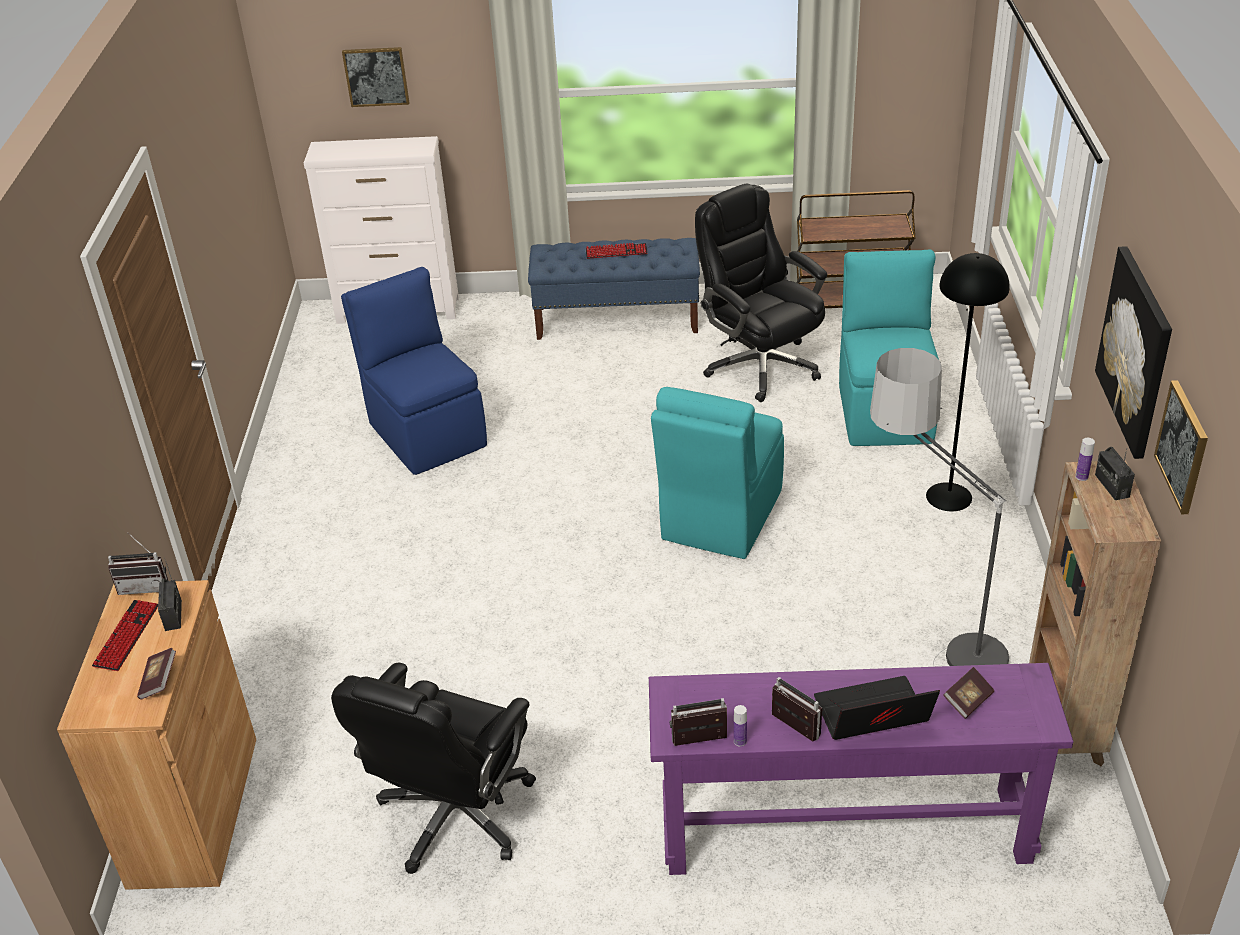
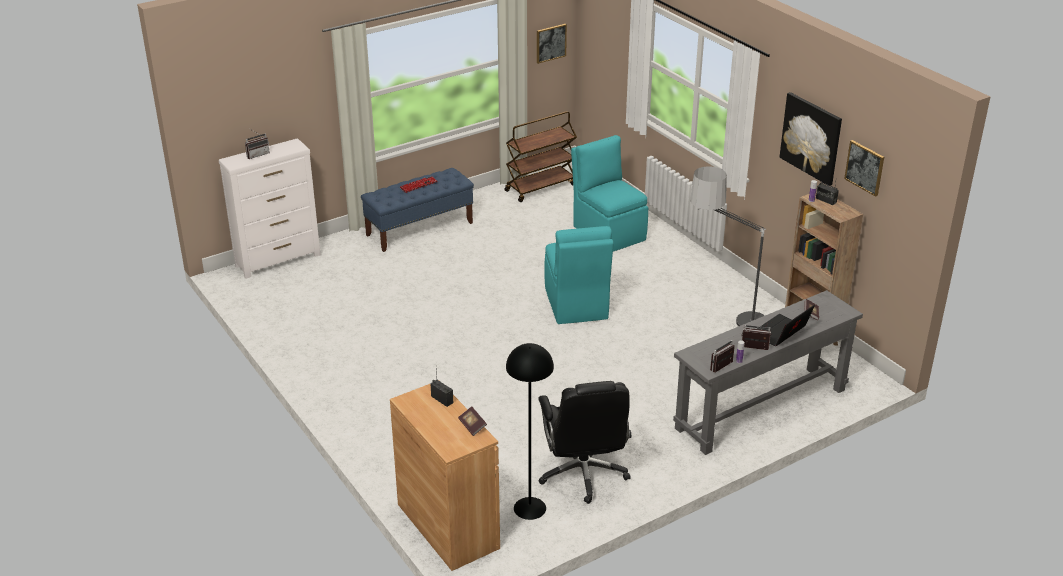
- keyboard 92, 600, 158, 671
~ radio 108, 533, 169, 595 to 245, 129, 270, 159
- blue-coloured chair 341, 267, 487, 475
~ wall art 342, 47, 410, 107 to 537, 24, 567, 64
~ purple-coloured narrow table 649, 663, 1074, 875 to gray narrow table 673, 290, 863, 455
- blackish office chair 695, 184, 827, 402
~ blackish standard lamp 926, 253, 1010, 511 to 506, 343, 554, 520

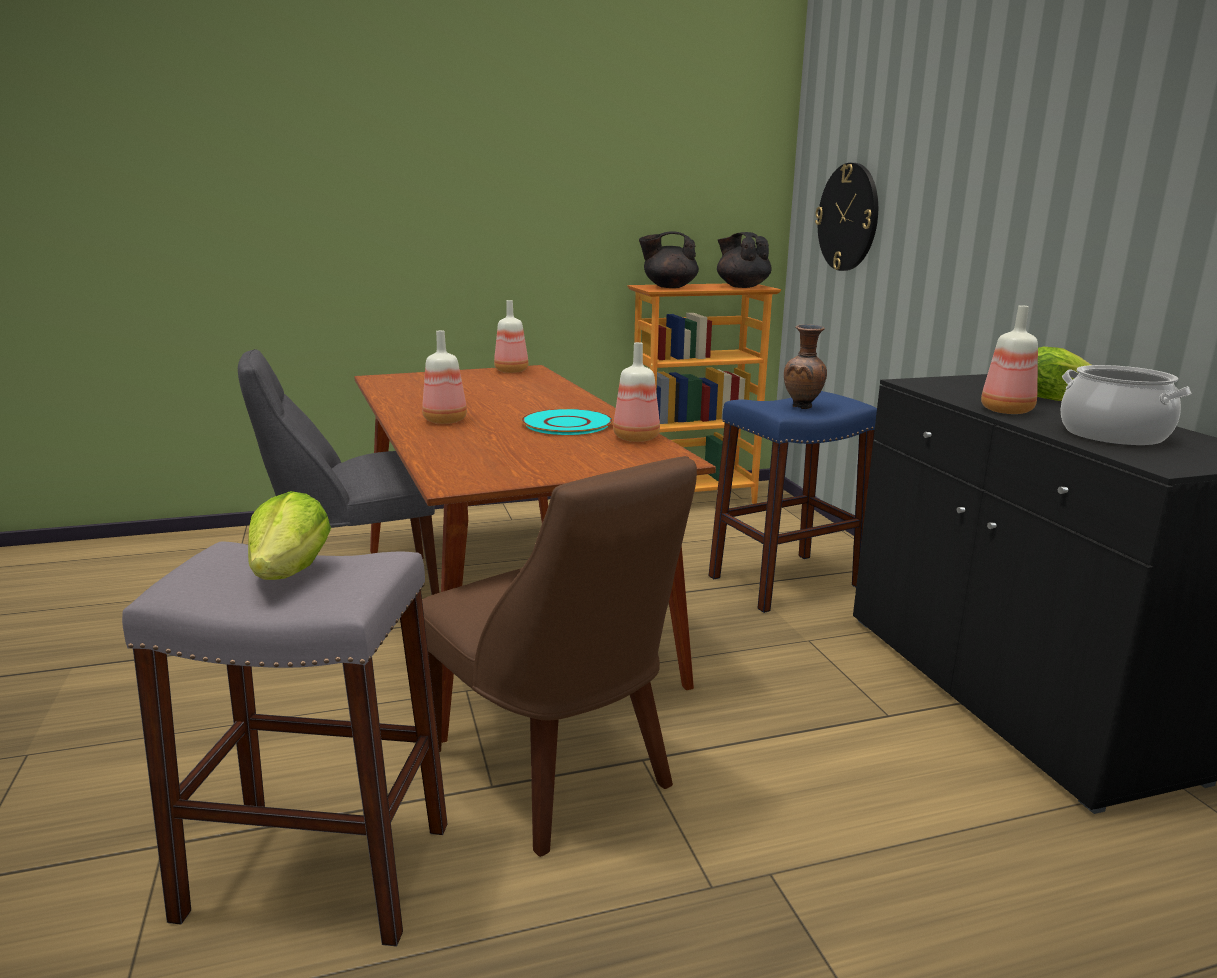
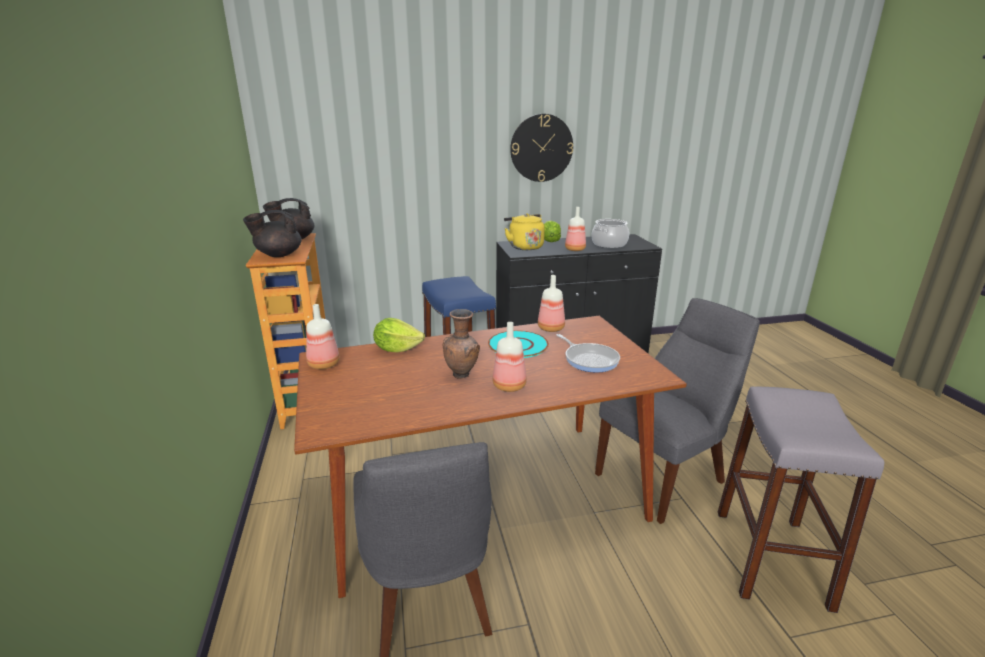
~ lettuce head 248, 491, 331, 580 to 373, 318, 425, 353
~ brownish chair 422, 456, 697, 857 to gray chair 595, 298, 760, 524
~ blackish teapot 639, 232, 699, 288 = 243, 210, 302, 257 60 degrees clockwise
~ brownish vase 784, 324, 827, 409 to 443, 309, 480, 379
~ hanging clock 815, 163, 878, 271 to 510, 114, 573, 182
+ yellow tea kettle 504, 213, 545, 250
+ pan 556, 334, 620, 373

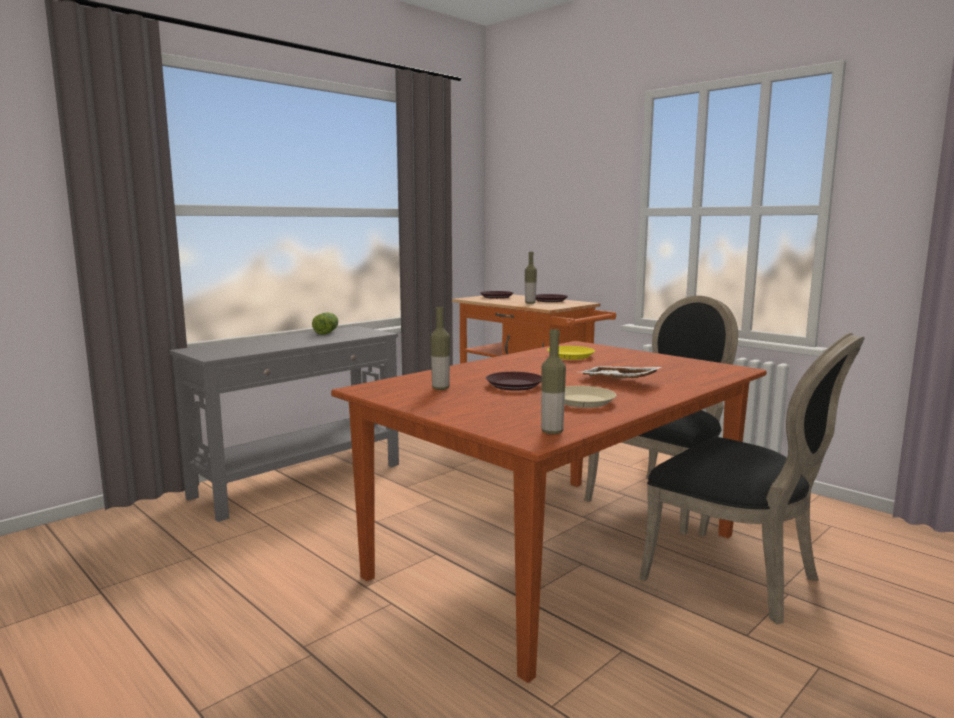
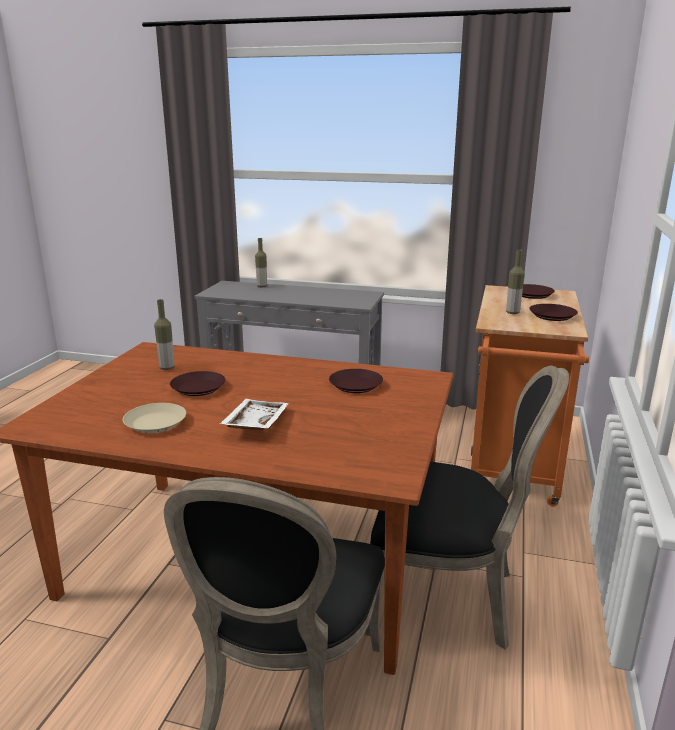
- lettuce head 312, 313, 338, 335
~ drink bottle 541, 329, 566, 434 to 255, 238, 267, 287
~ yellow flat dish 547, 346, 595, 360 to brownish flat dish 329, 369, 383, 393

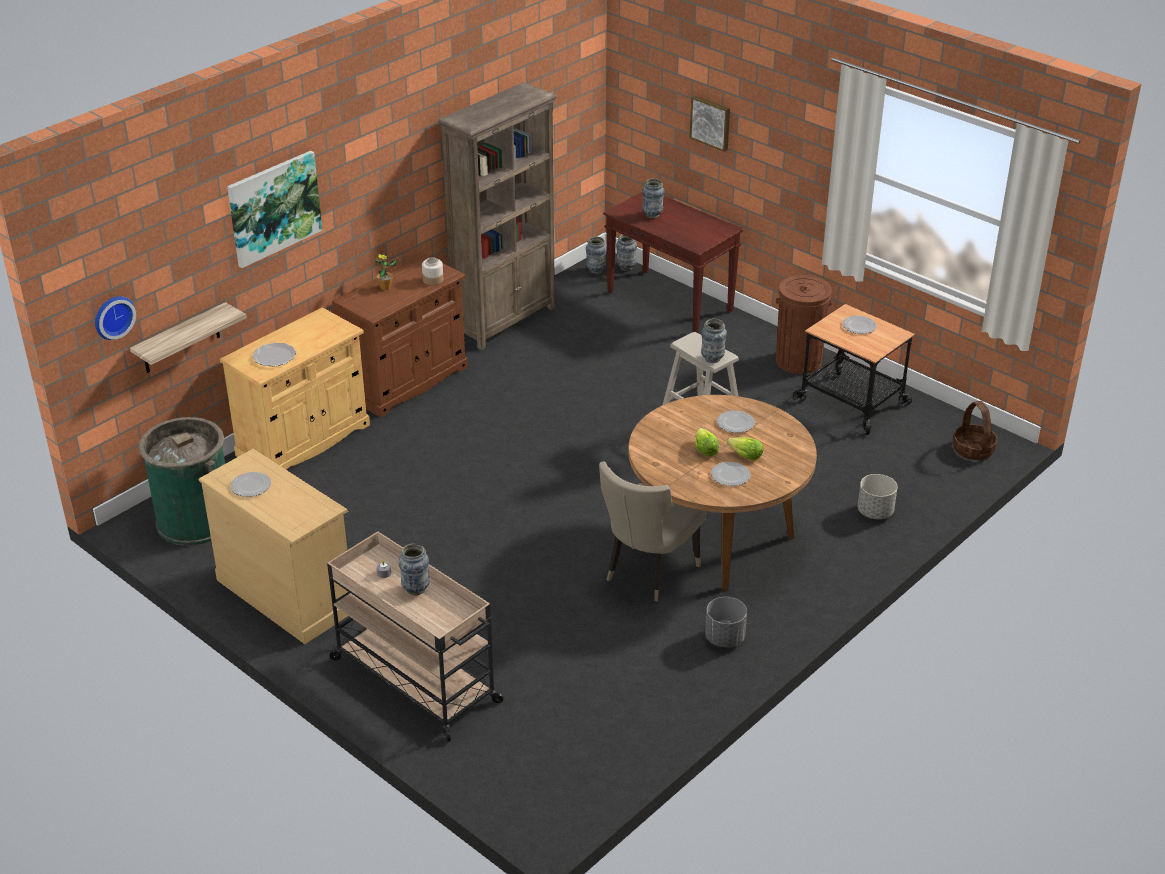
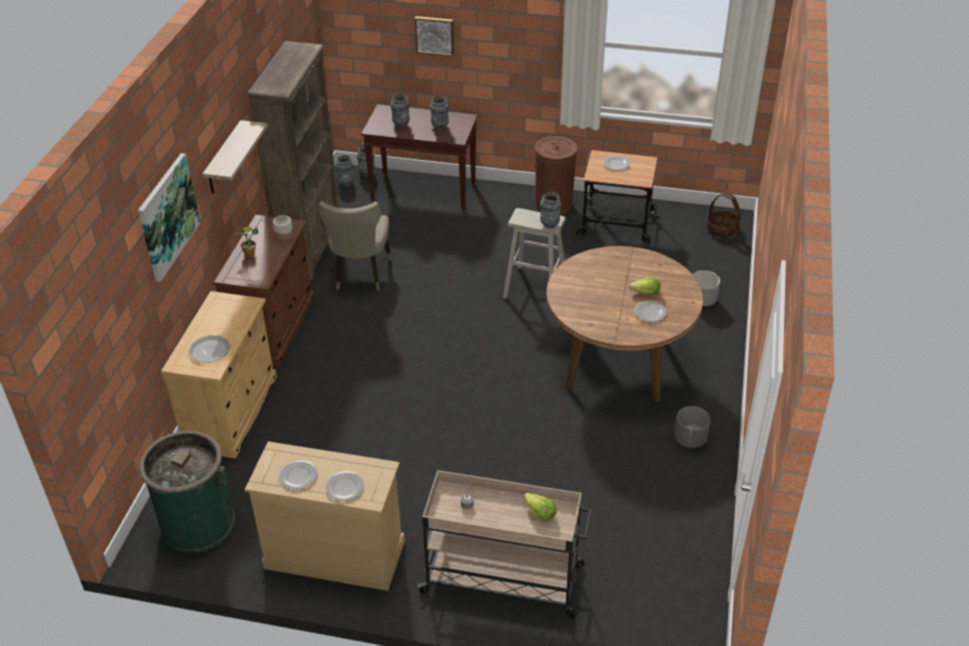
- hanging clock 95, 296, 136, 340
~ wall shelf 130, 302, 247, 373 to 202, 120, 268, 194
~ vase 398, 543, 430, 595 to 430, 96, 449, 130
~ beige-coloured chair 599, 461, 706, 601 to 319, 201, 392, 291
~ lettuce head 695, 428, 719, 456 to 524, 493, 556, 521
~ flat dish 717, 410, 755, 433 to 325, 471, 364, 501

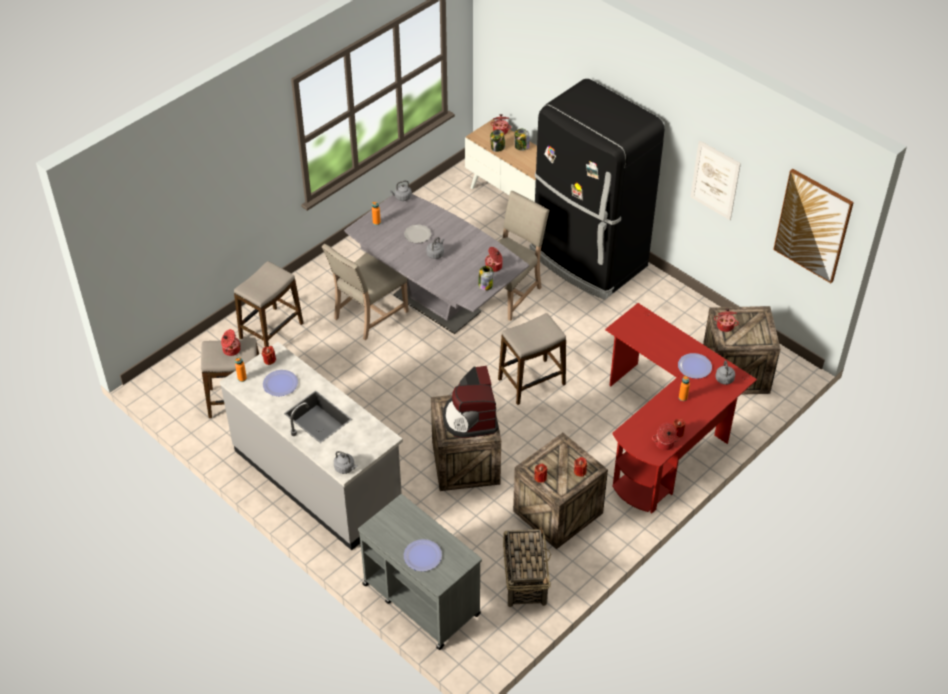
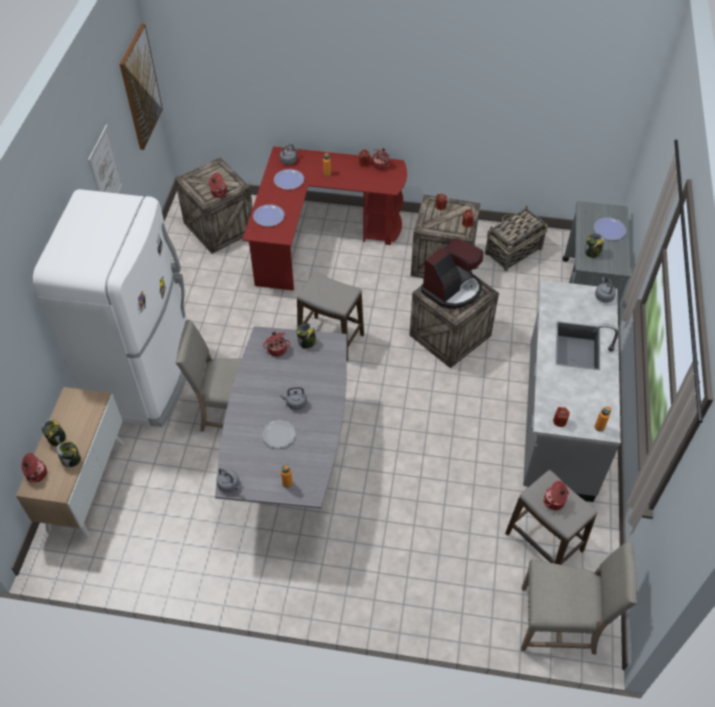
- stool 234, 261, 303, 347
~ flat dish 263, 370, 298, 396 to 253, 204, 285, 227
~ beige-coloured chair 322, 244, 409, 340 to 521, 541, 637, 655
~ blackish kitchen fridge 529, 79, 665, 300 to white-coloured kitchen fridge 33, 189, 187, 427
+ storage jar 585, 234, 604, 258

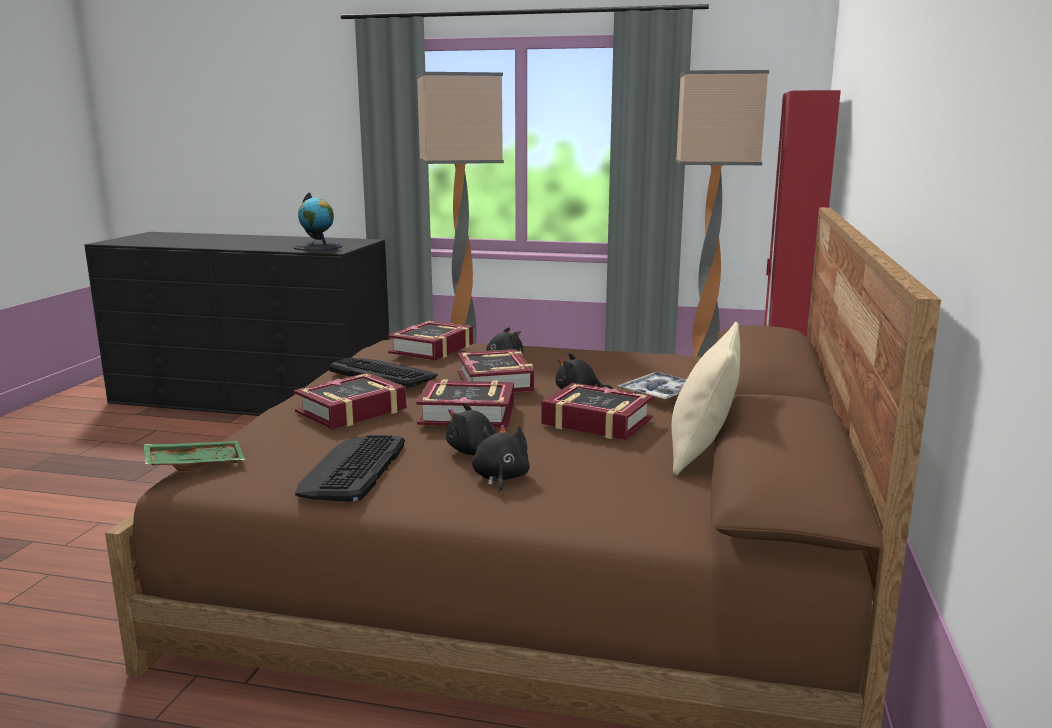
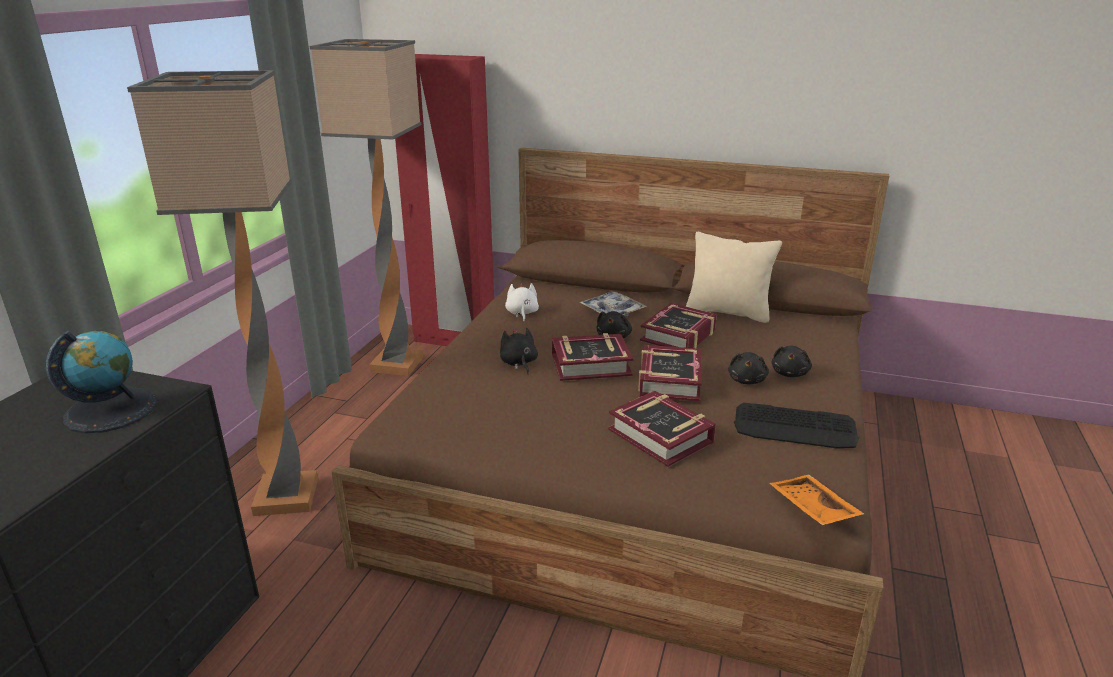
~ green-coloured tray 144, 441, 245, 471 to orange-coloured tray 769, 475, 864, 525
- keyboard 329, 357, 438, 388
- book 387, 321, 473, 360
~ blackish plush toy 472, 424, 530, 493 = 772, 346, 812, 377 75 degrees counterclockwise
+ white-coloured plush toy 505, 282, 539, 322

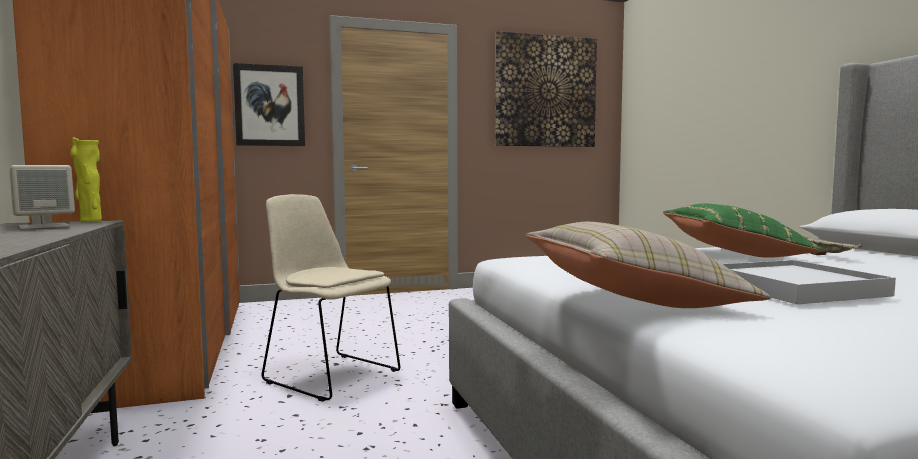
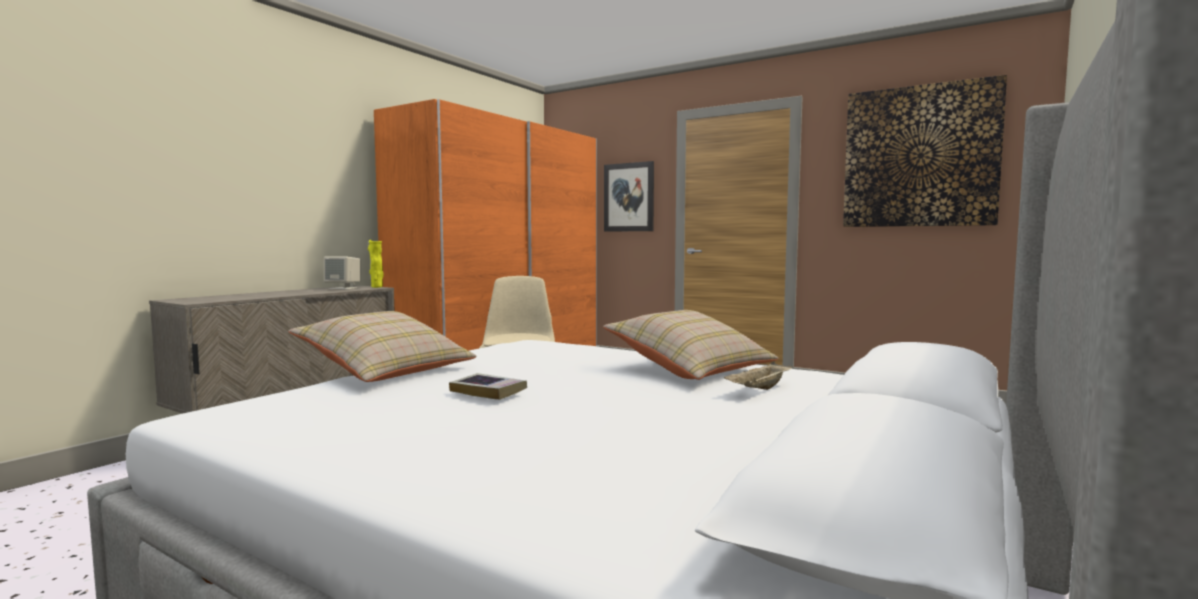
~ green-coloured cushion 663, 203, 824, 258 to beige-coloured cushion 603, 310, 778, 380
~ white-coloured tray 723, 260, 896, 304 to book 449, 373, 527, 400

